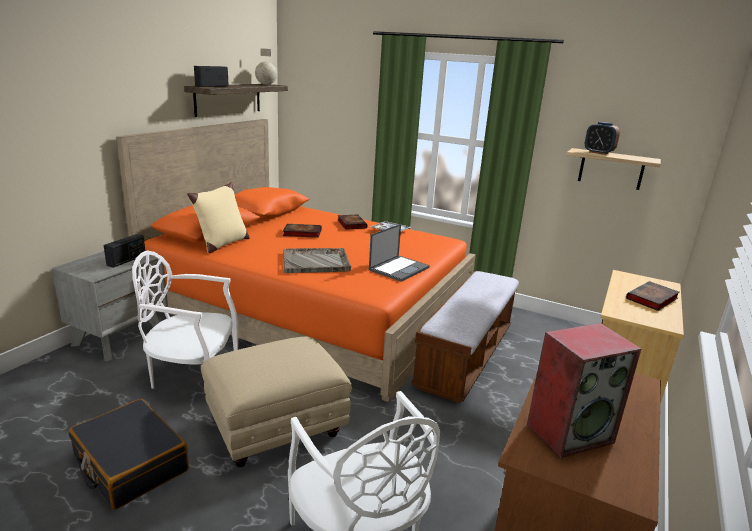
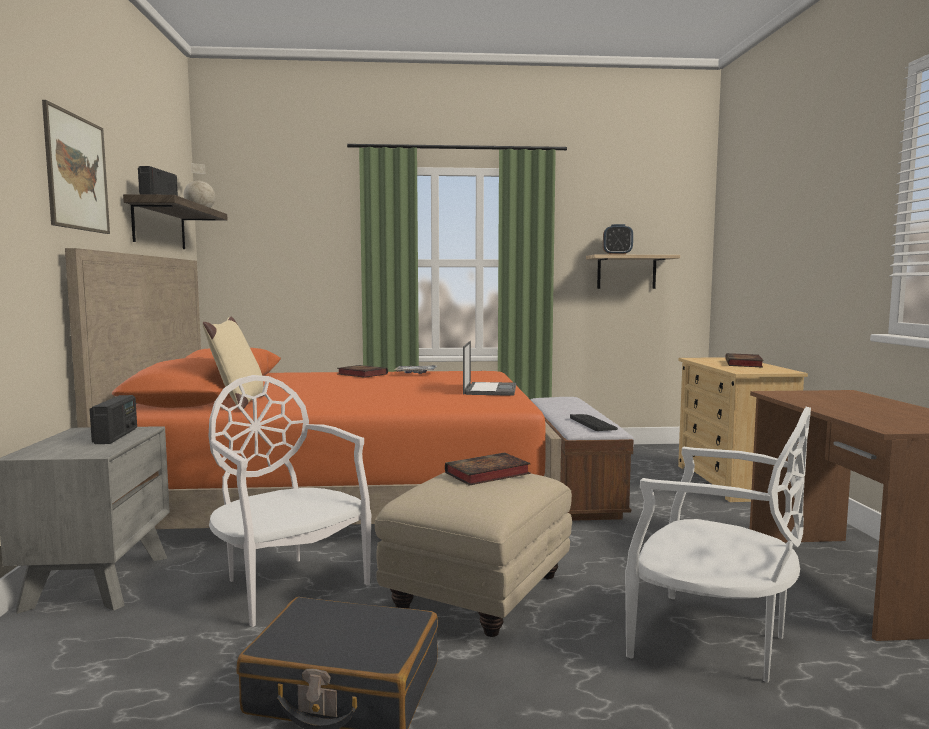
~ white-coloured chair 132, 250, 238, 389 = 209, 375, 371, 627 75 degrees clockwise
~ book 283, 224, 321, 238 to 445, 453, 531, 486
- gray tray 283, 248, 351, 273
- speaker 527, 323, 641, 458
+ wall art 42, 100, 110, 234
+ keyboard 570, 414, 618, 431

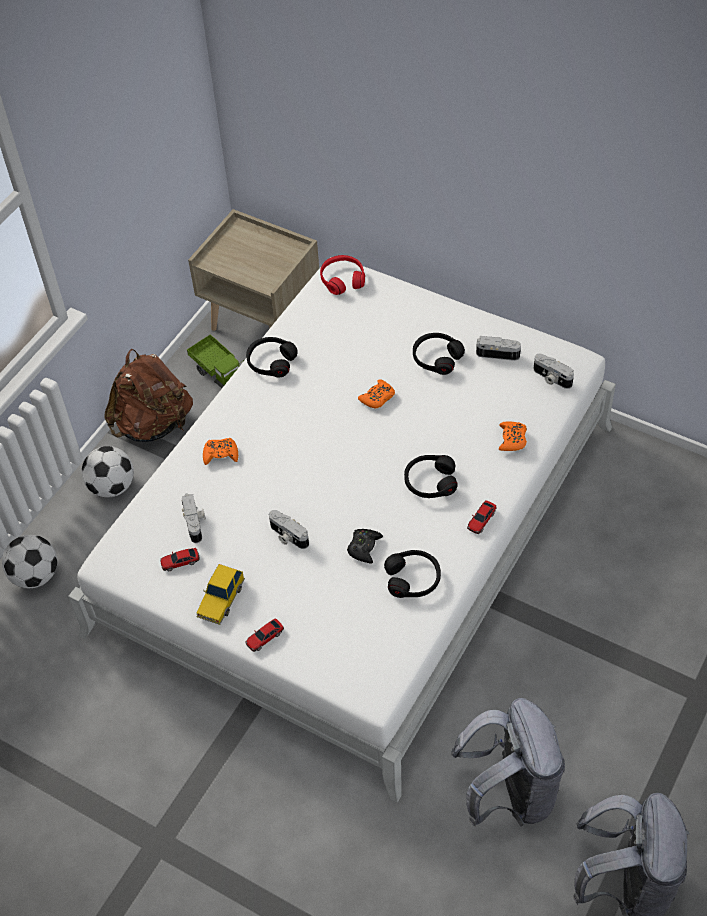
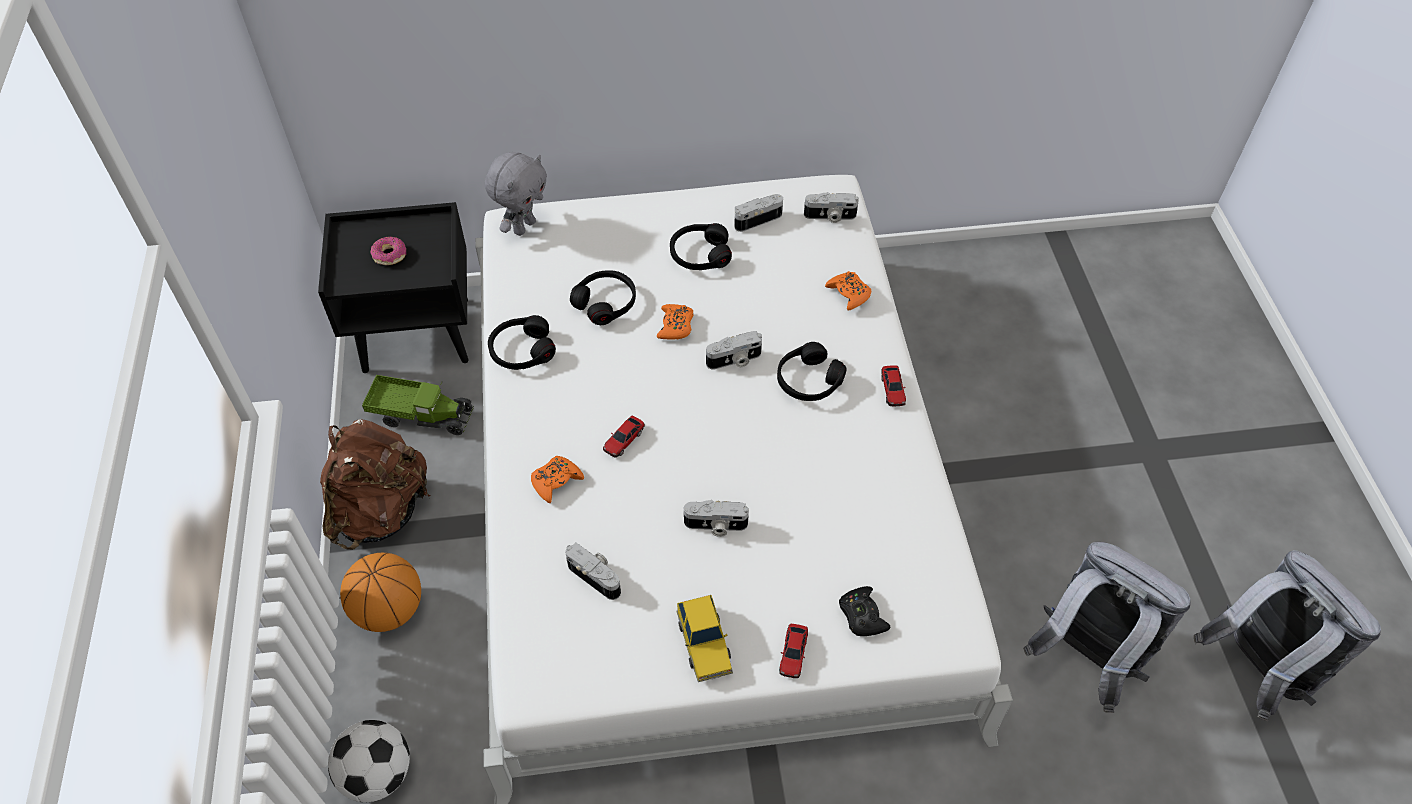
~ football ball 82, 446, 134, 497 to basketball 340, 553, 421, 632
~ model car 160, 548, 200, 571 to 603, 415, 645, 458
~ beige-coloured nightstand 188, 209, 319, 331 to blackish nightstand 318, 202, 469, 373
~ red headphones 320, 255, 365, 295 to gray plush toy 485, 152, 547, 236
~ blackish gamepad 347, 529, 383, 564 to 839, 586, 890, 636
~ blackish headphones 384, 550, 441, 598 to 570, 270, 636, 325
+ ring doughnut 370, 237, 406, 265
+ photo camera 706, 331, 762, 370

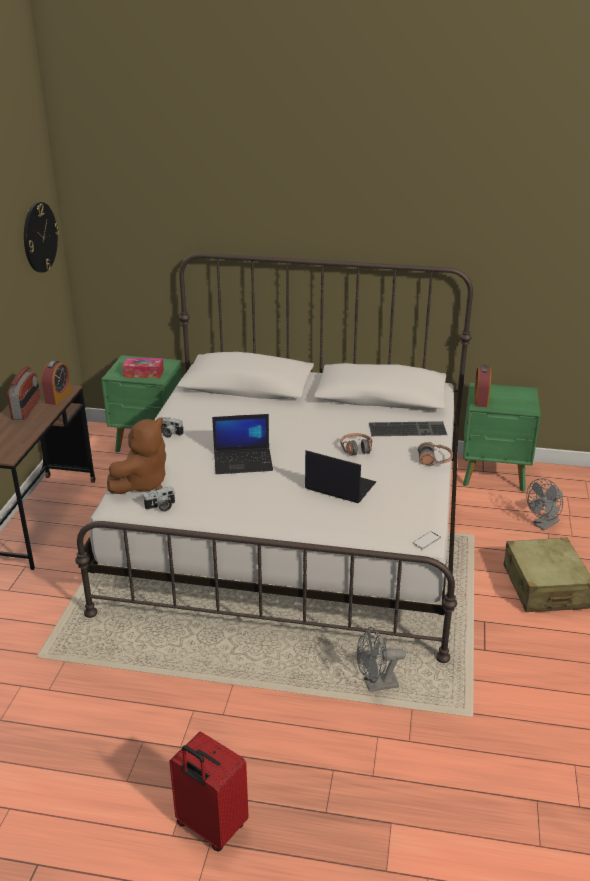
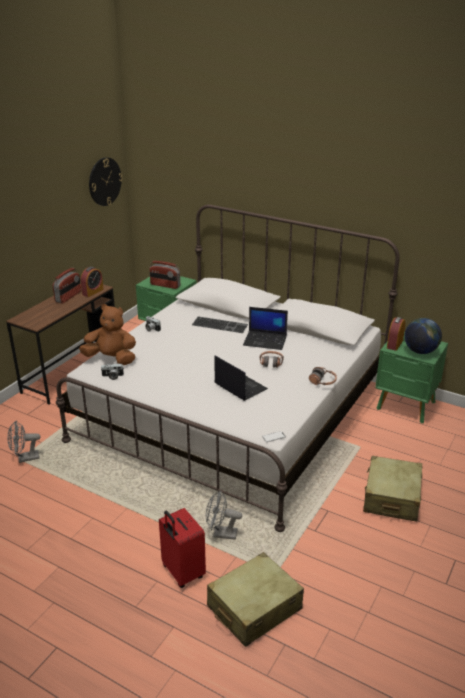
~ brownish plush toy 107, 418, 166, 494 = 79, 304, 136, 365 135 degrees counterclockwise
~ box of tissues 123, 358, 164, 378 to radio 149, 261, 180, 289
~ red travel case 169, 732, 249, 851 to 159, 508, 206, 588
~ laptop 212, 414, 273, 474 to 243, 307, 288, 350
~ keyboard 369, 421, 447, 436 to 192, 316, 248, 333
~ gray electric fan 526, 478, 563, 530 to 7, 420, 41, 463
+ beige-coloured travel case 207, 552, 304, 647
+ globe 404, 318, 442, 354

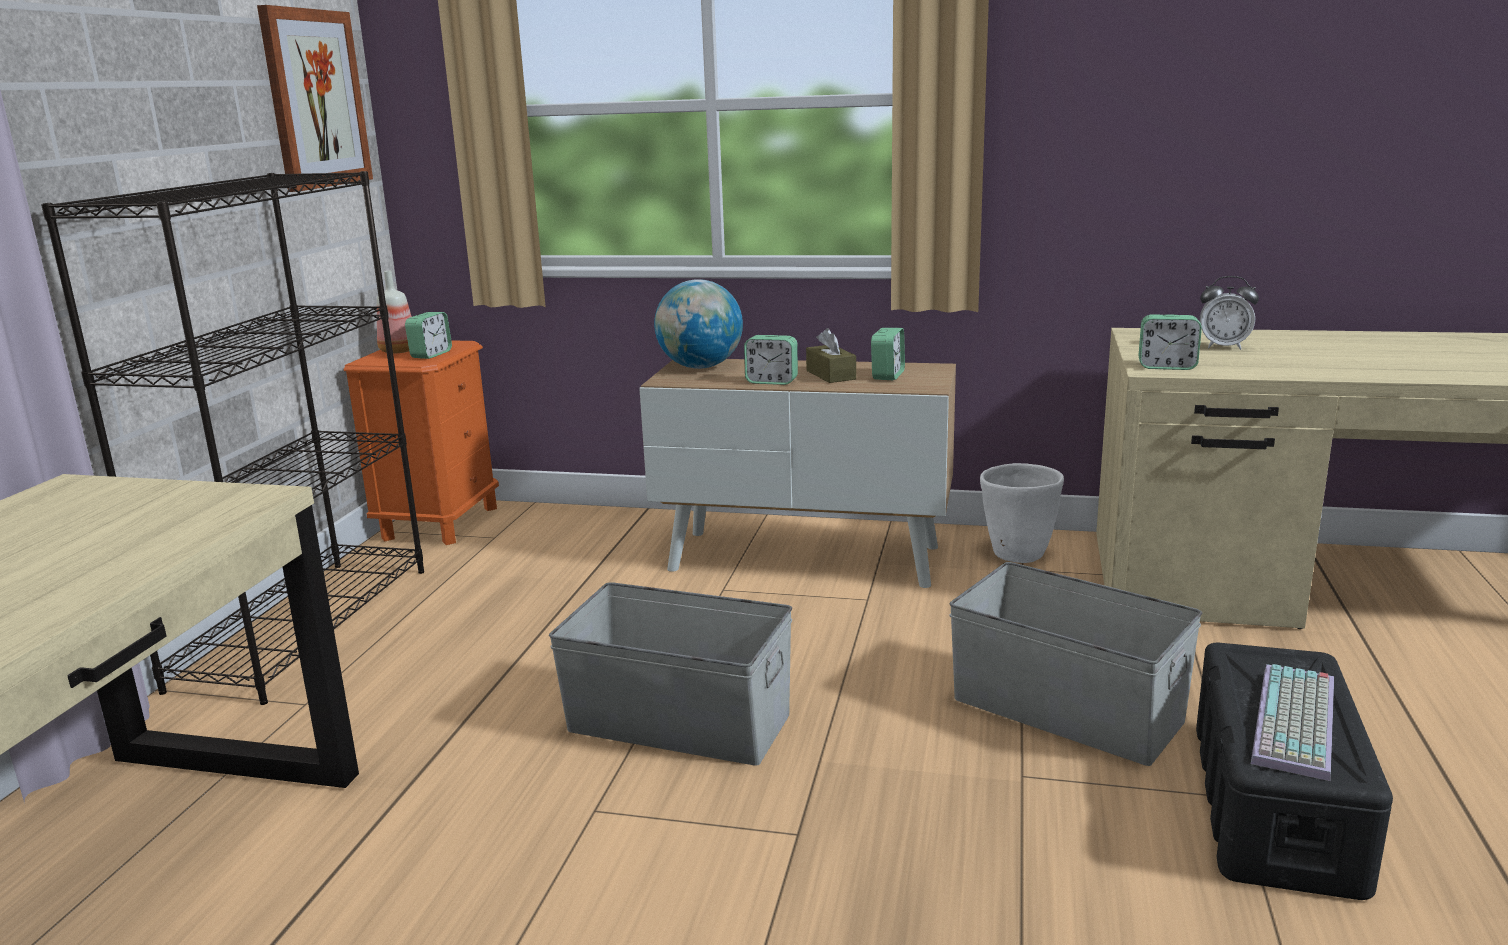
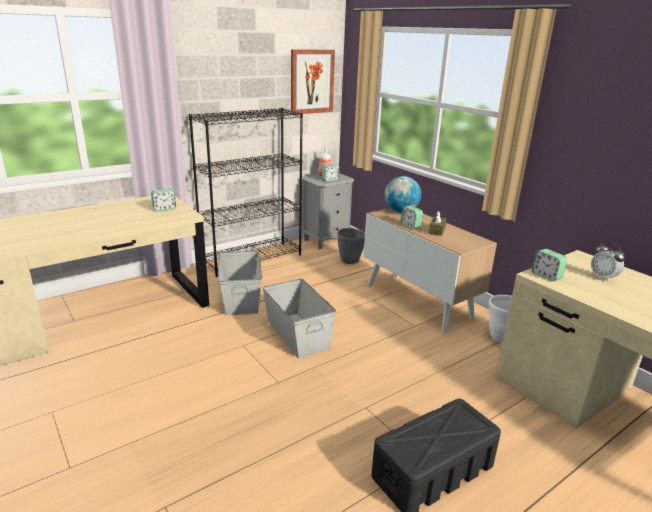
~ orange-coloured nightstand 344, 340, 499, 545 to gray nightstand 301, 174, 354, 249
~ bedside clock 871, 328, 905, 380 to 151, 188, 176, 211
~ gray storage bin 950, 562, 1202, 766 to 218, 251, 262, 315
- keyboard 1251, 664, 1334, 781
+ gray flower pot 337, 228, 365, 264

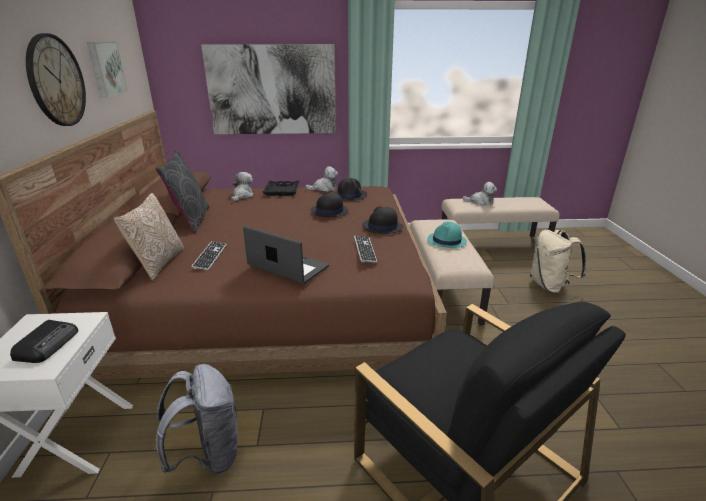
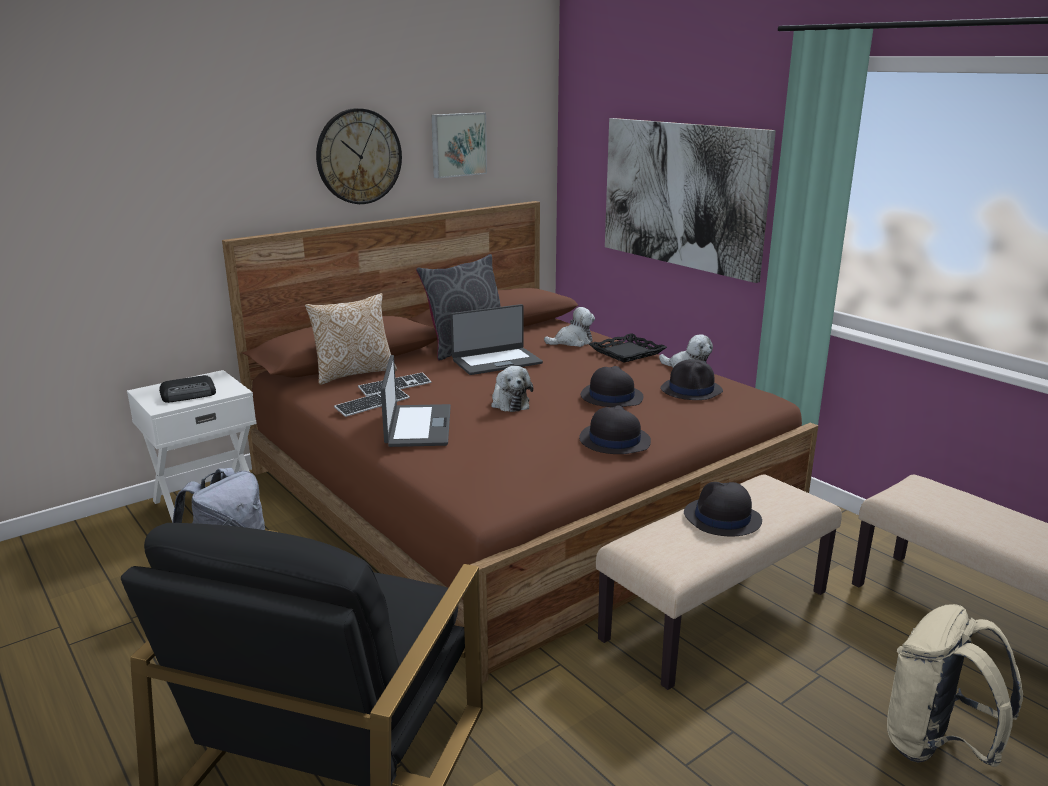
~ keyboard 354, 236, 377, 263 to 334, 388, 410, 417
~ blue-green wearable hat 427, 222, 467, 248 to blackish wearable hat 684, 482, 762, 536
~ plush toy 463, 182, 497, 206 to 491, 366, 533, 412
+ laptop 450, 304, 543, 375

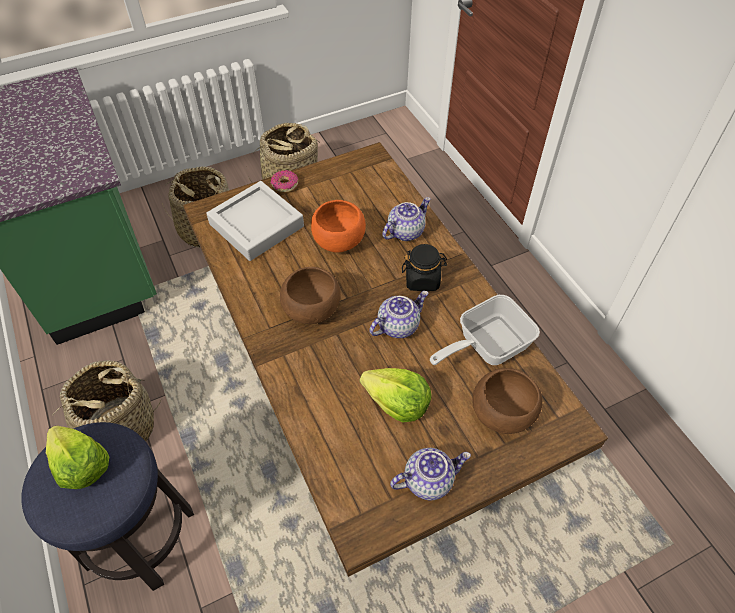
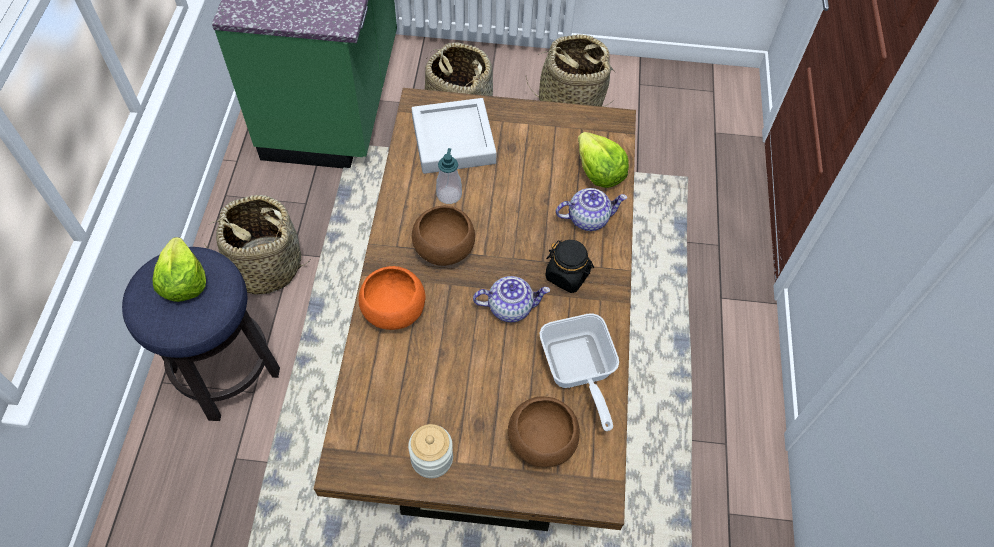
- ring doughnut 271, 170, 299, 192
~ orange-coloured deep dish 311, 200, 366, 253 to 358, 266, 425, 330
~ lettuce head 360, 368, 431, 423 to 578, 132, 629, 188
~ teapot 390, 448, 471, 500 to storage jar 408, 424, 453, 478
~ pan 430, 295, 540, 365 = 540, 313, 619, 431 105 degrees counterclockwise
+ liquid soap bottle 436, 148, 462, 204

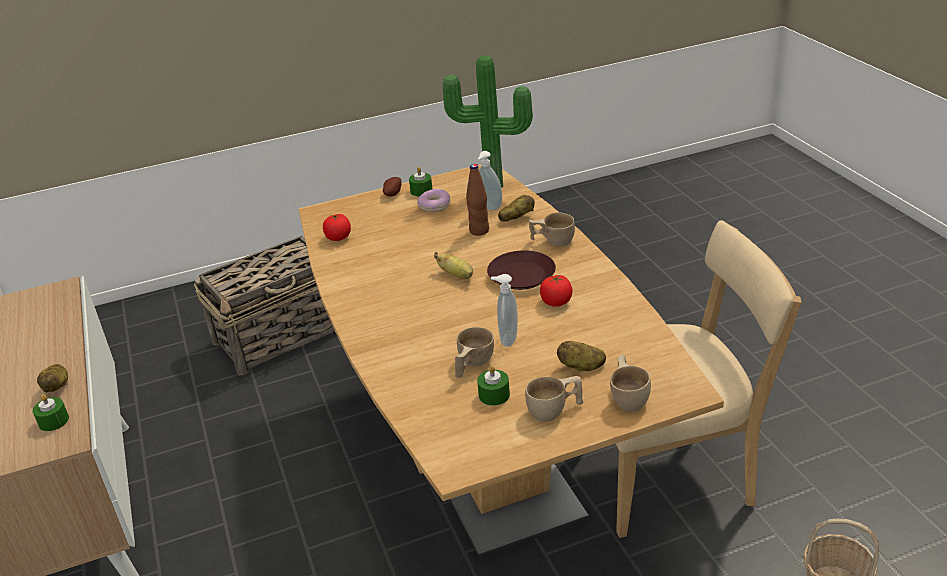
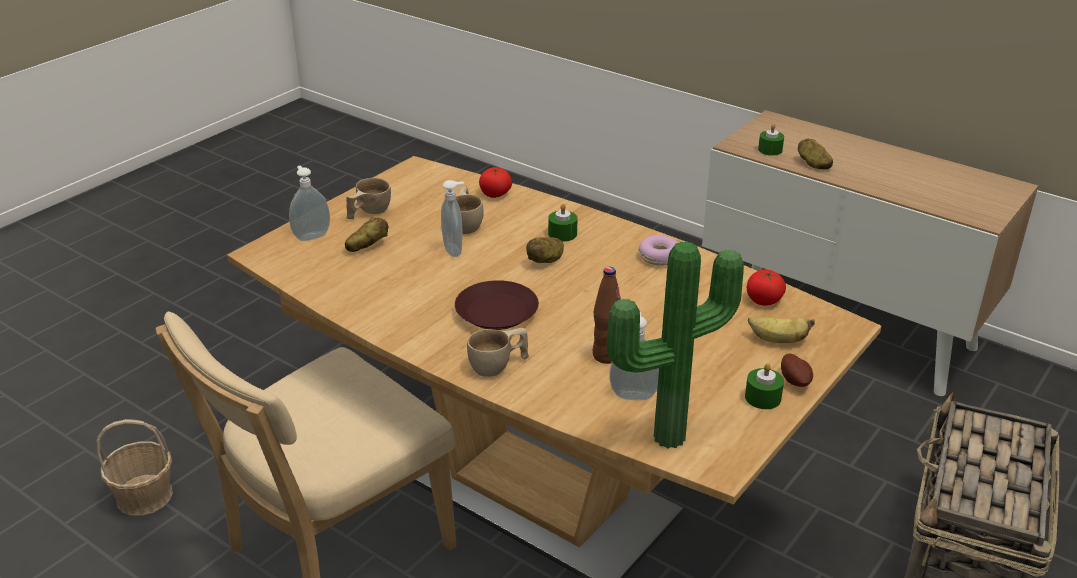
~ ring doughnut 417, 189, 450, 212 to 639, 235, 678, 266
~ banana fruit 434, 252, 473, 279 to 748, 317, 815, 343
~ green-coloured wax candle 477, 366, 510, 406 to 548, 204, 577, 242
~ whole potato 498, 195, 535, 222 to 526, 237, 564, 263
~ whole tomato 540, 275, 572, 307 to 479, 167, 512, 198
~ beige-coloured drinking cup 610, 355, 651, 412 to liquid soap bottle 289, 166, 330, 241

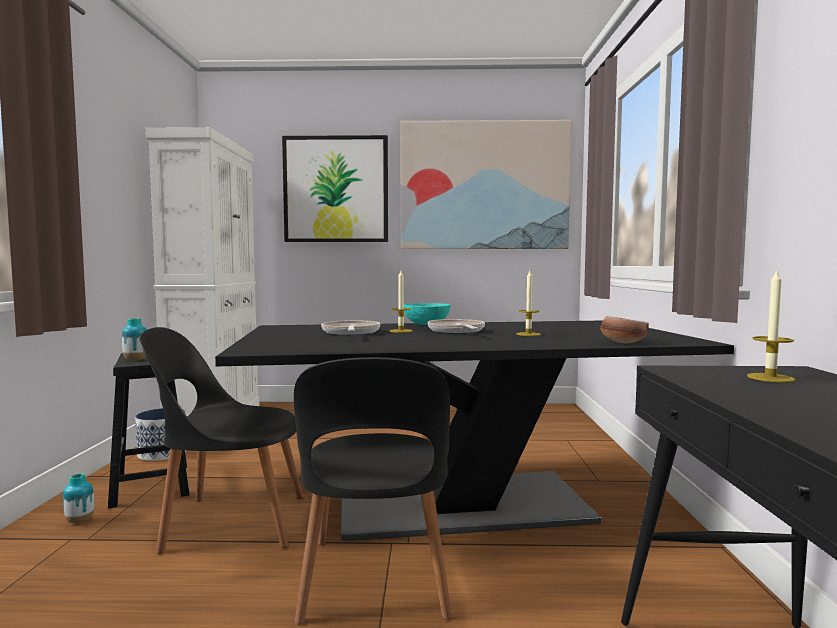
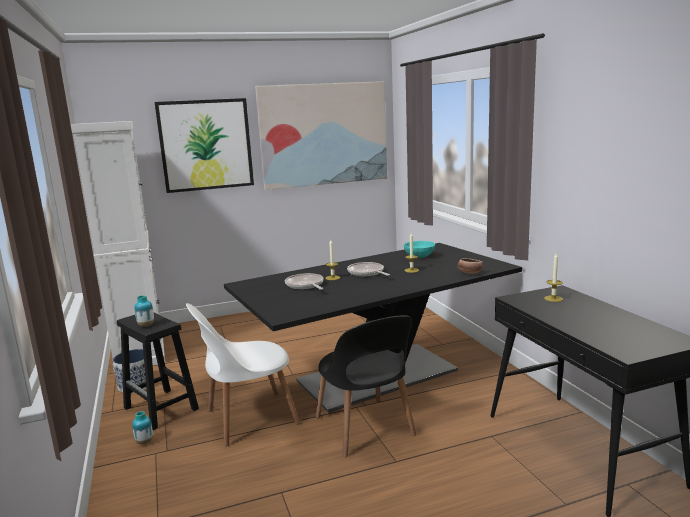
~ blackish chair 139, 327, 304, 554 to white-coloured chair 186, 303, 300, 447
~ blue-green deep dish 403, 303, 451, 325 to 404, 241, 435, 258

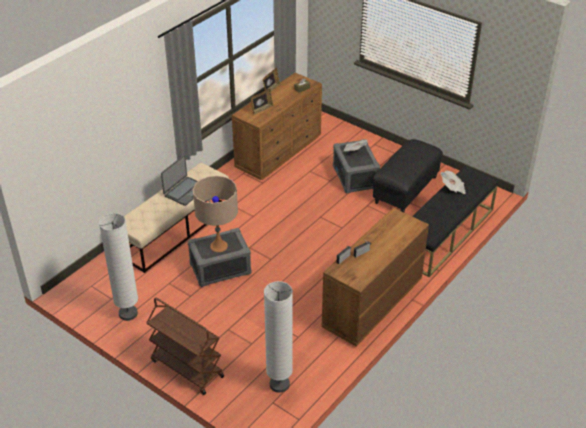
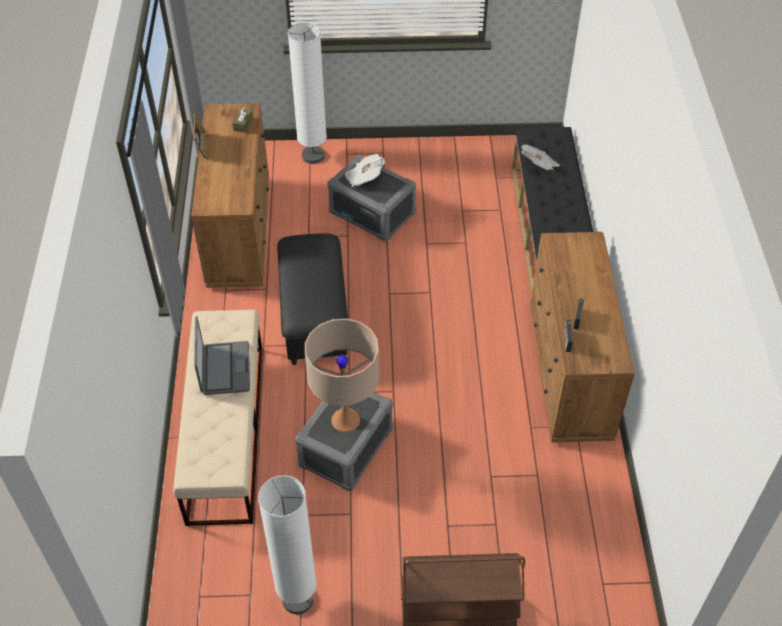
- photo frame 251, 89, 274, 115
~ white-coloured standard lamp 264, 281, 293, 393 to 288, 22, 327, 164
~ blackish ottoman 373, 139, 443, 212 to 277, 233, 348, 365

